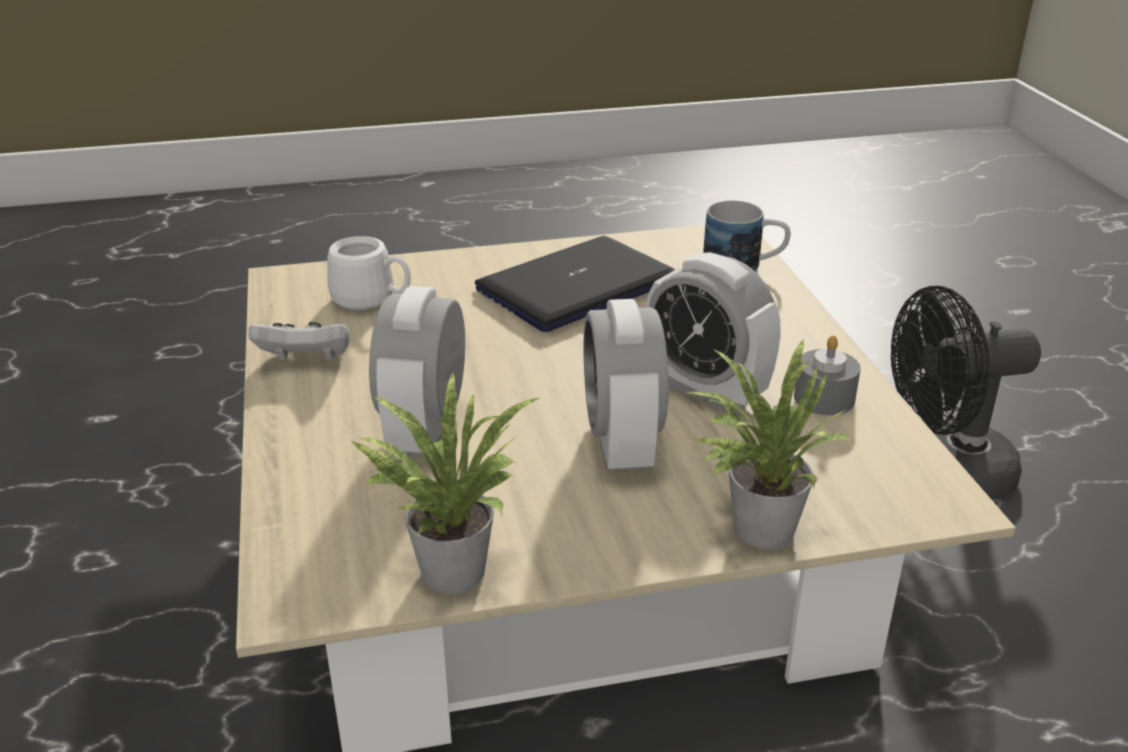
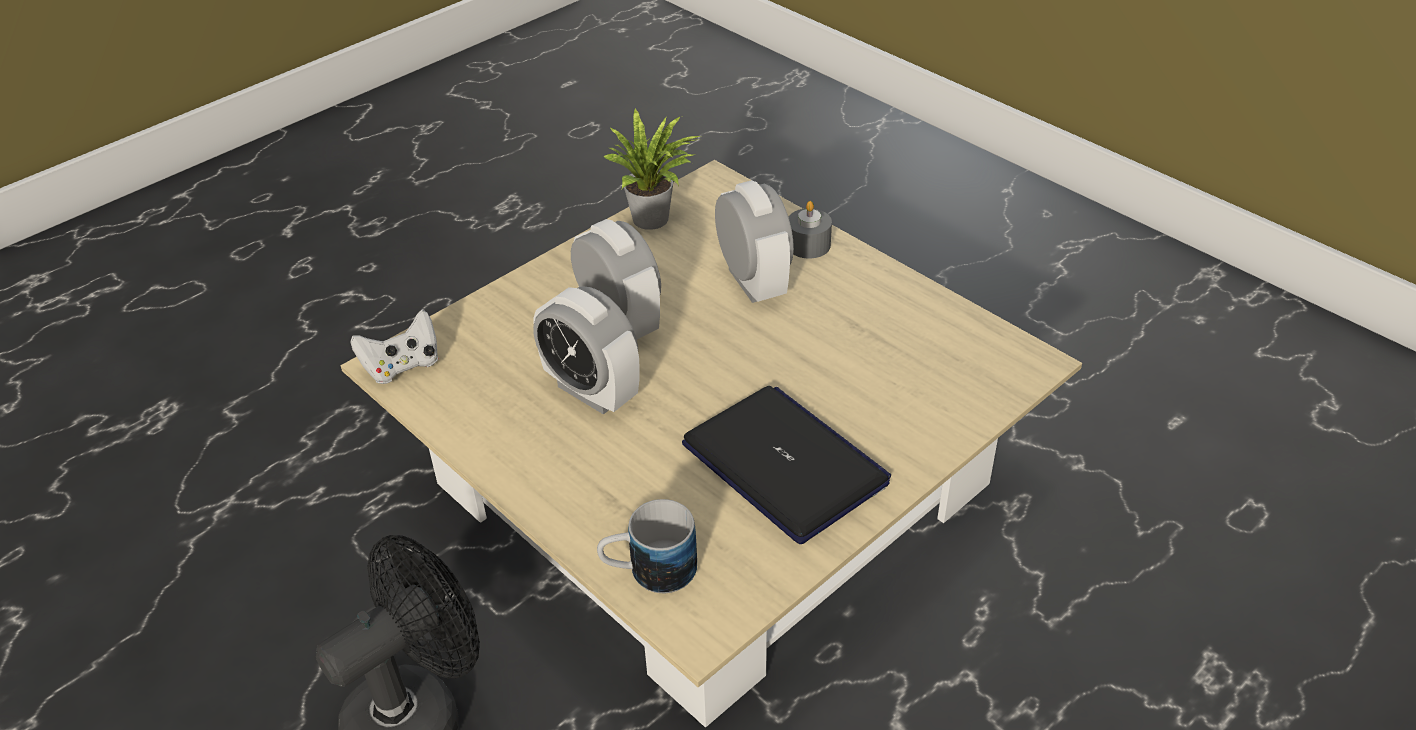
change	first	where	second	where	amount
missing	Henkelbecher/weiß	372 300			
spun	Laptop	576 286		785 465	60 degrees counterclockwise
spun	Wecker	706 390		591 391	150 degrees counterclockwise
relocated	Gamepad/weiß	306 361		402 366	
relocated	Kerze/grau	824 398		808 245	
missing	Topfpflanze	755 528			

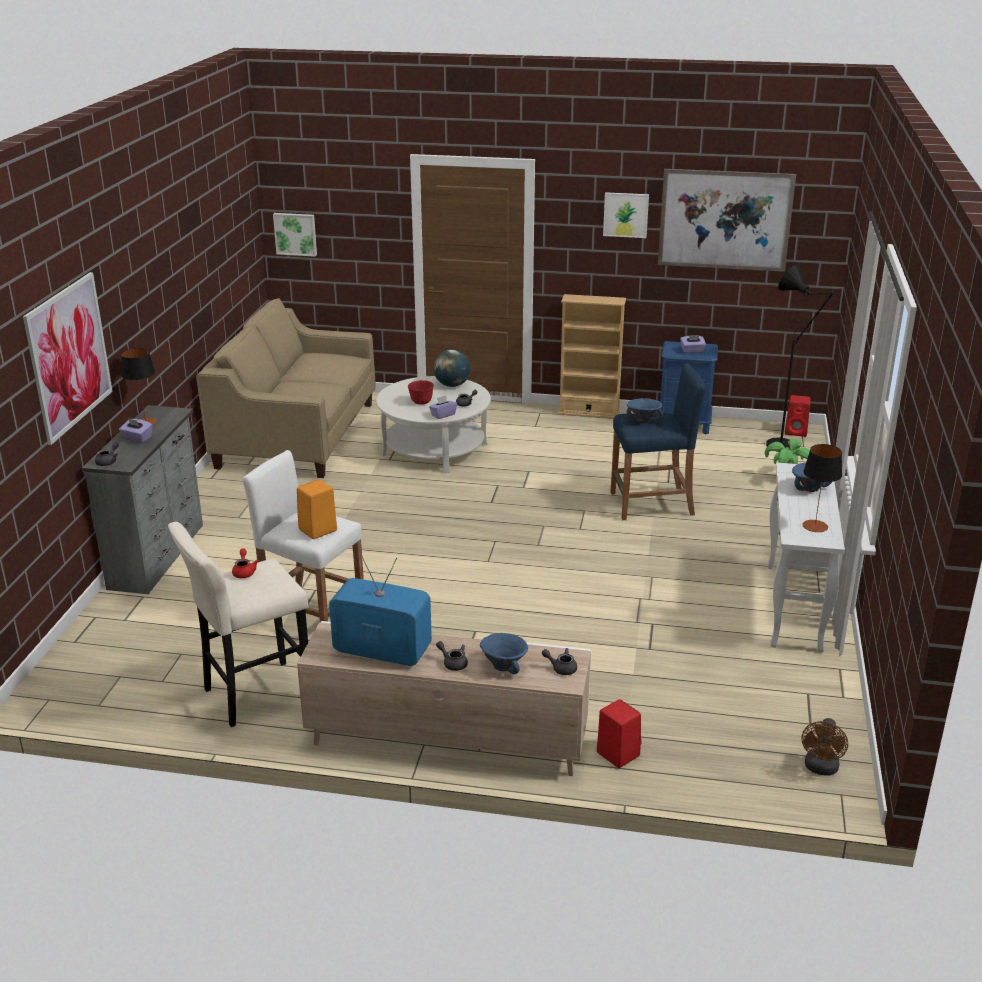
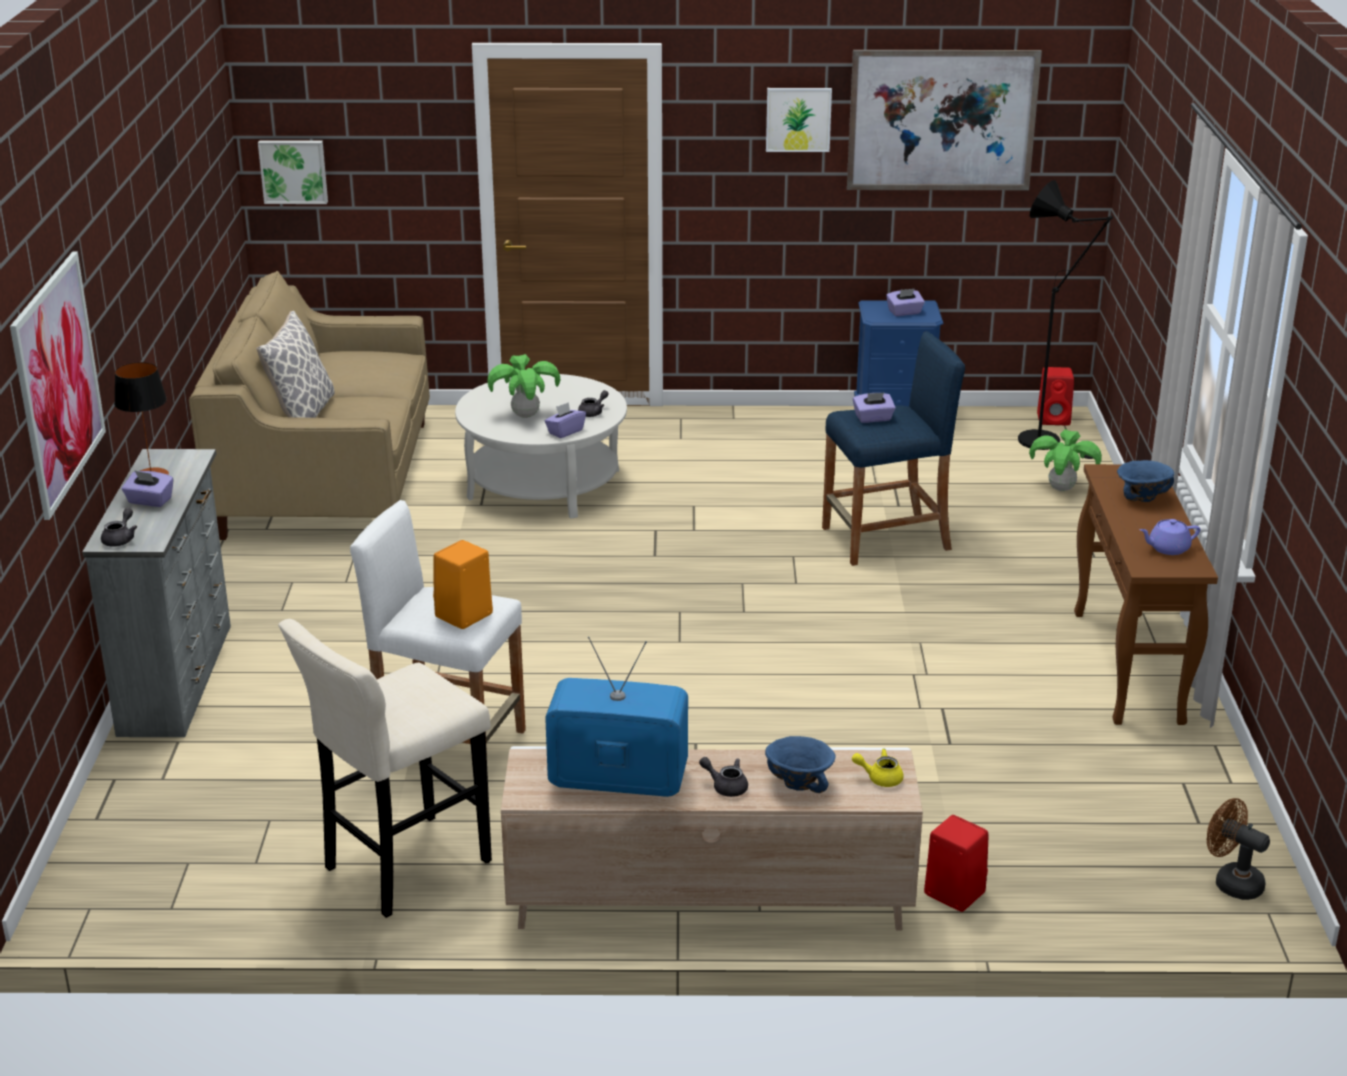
change	first	where	second	where	amount
missing	Bücherregal/beige	589 412			
missing	Globus	452 385			
exchanged	Schüssel/rot	421 402	Topfpflanze	526 415	
exchanged	Schüssel/blau	643 420	Taschentuchbox/lila	873 418	
exchanged	Tischlampe	815 526	Teekanne/lila	1167 548	
colour	Konsolentisch/weiß	794 608	Konsolentisch/braun	1128 668	
missing	Teekanne/rot	244 571			
colour	Teekanne/grau	561 668	Teekanne/gelb	880 778	
spun	Ventilator/braun	820 769		1231 882	120 degrees clockwise
appeared			Kissen	301 414	

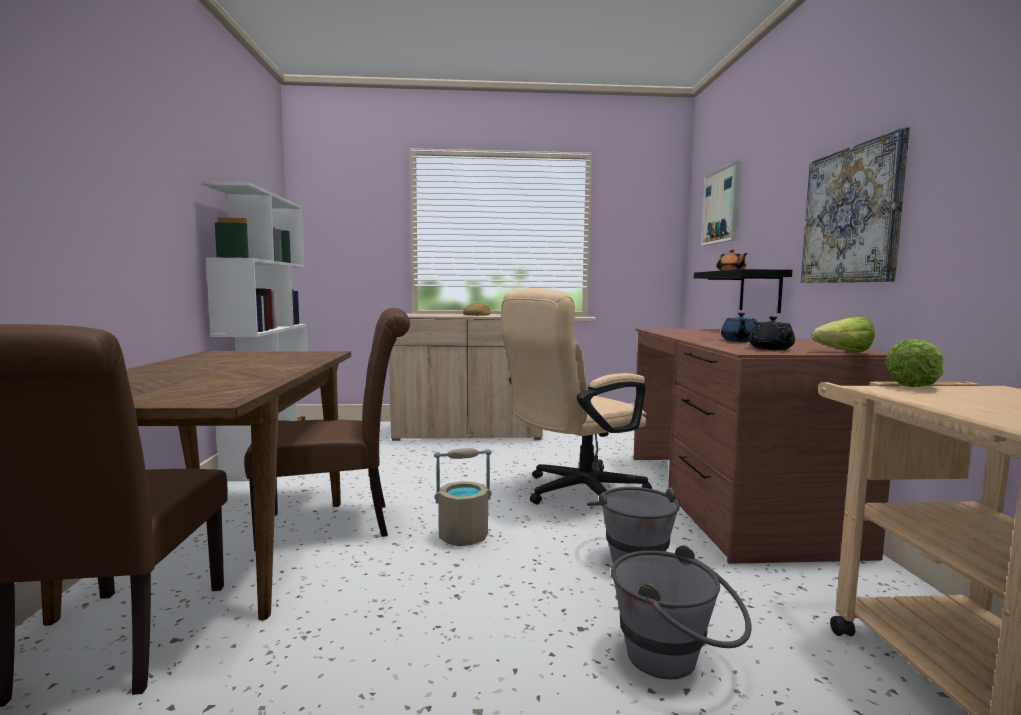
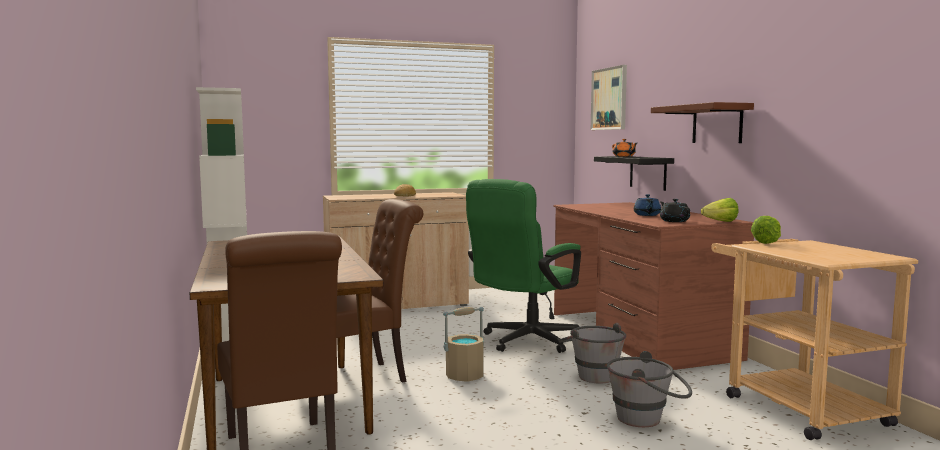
change	first	where	second	where	amount
exchanged	Bild	851 215	Wandregal/braun	717 124	
colour	Bürostuhl/beige	574 493	Bürostuhl/grün	524 341	

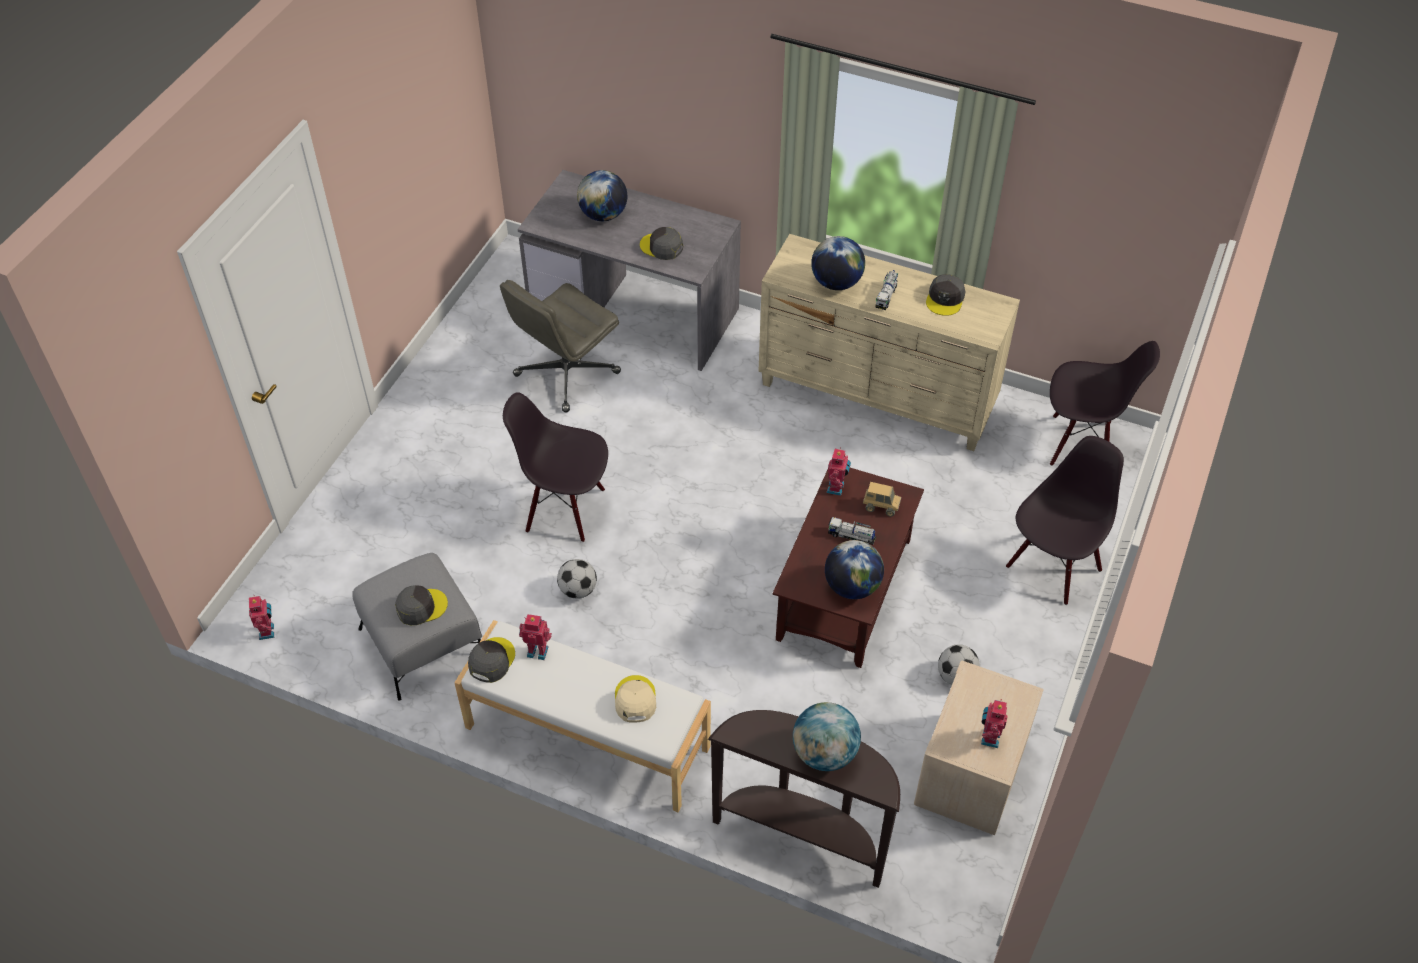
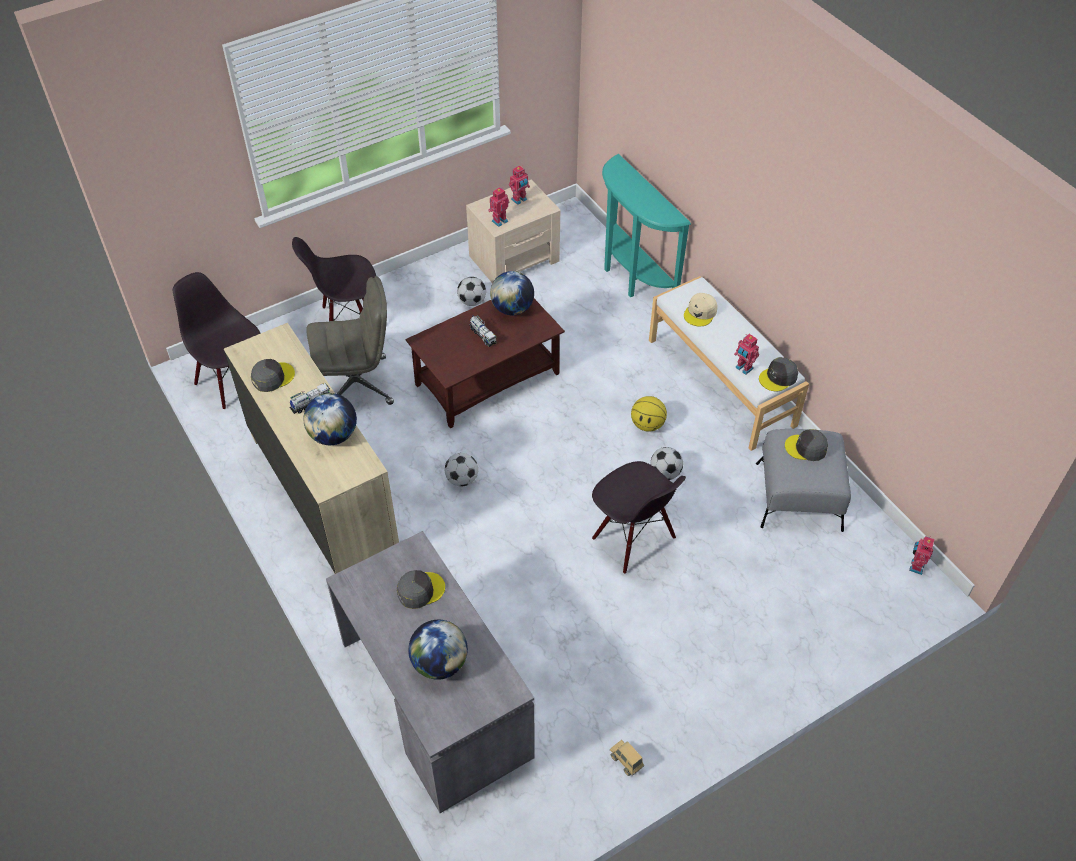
change	first	where	second	where	amount
spun	Kappe/grau	661 247		420 590	90 degrees counterclockwise
relocated	Bürostuhl/grau	566 375		357 385	
relocated	Spielzeugroboter	836 488		499 220	
relocated	Spielzeuglaster	881 507		626 762	
missing	Globus	824 753			
colour	Konsolentisch/braun	802 834	Konsolentisch/türkis	631 278	
appeared			Basketball	647 425	
appeared			Fußball	462 479	

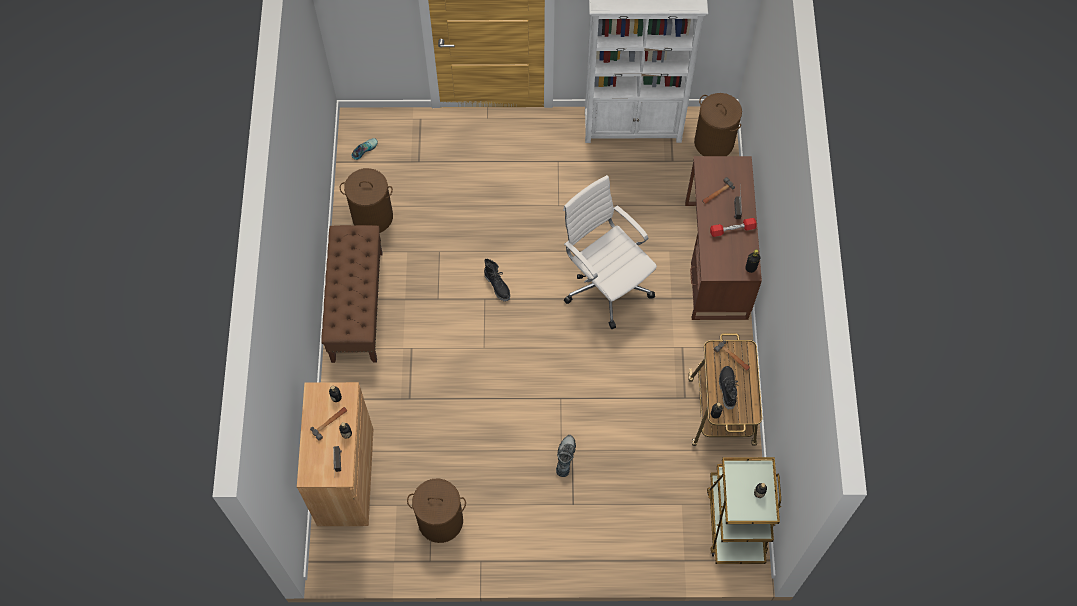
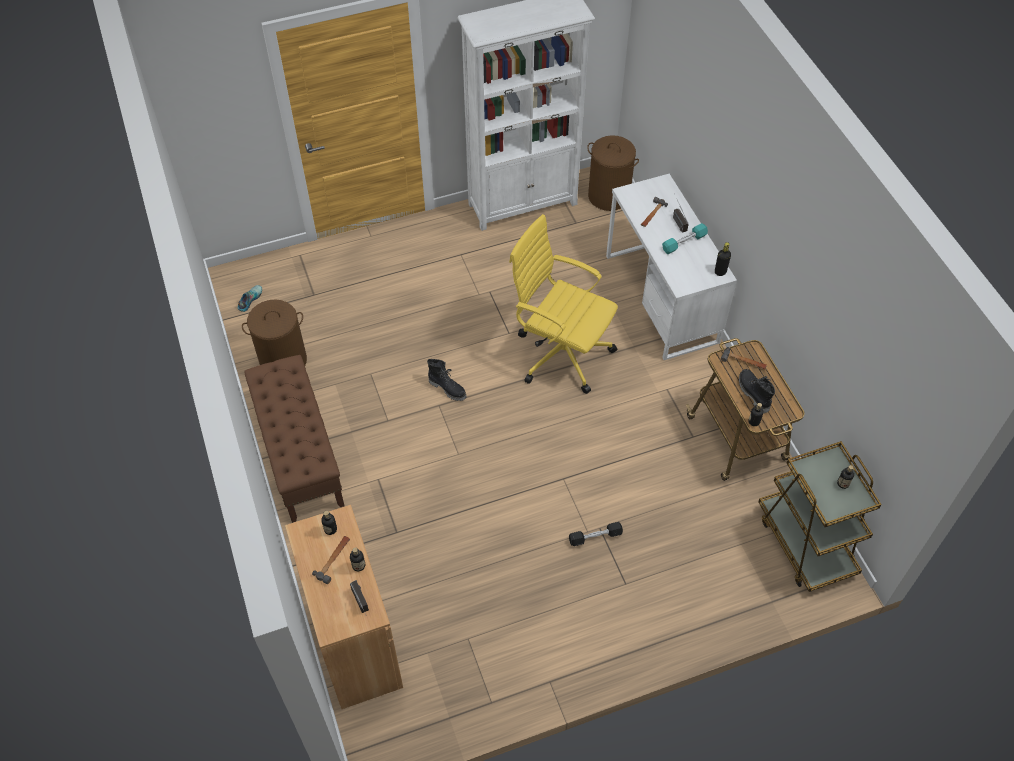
change	first	where	second	where	amount
colour	Schreibtisch/braun	715 260	Schreibtisch/weiß	661 299	
colour	Bürostuhl/weiß	606 283	Bürostuhl/gelb	560 352	
colour	Hantel/rot	732 230	Hantel/türkis	684 243	
exchanged	Stiefel	565 457	Hantel/schwarz	595 537	
missing	Wäschekorb/braun	441 521			

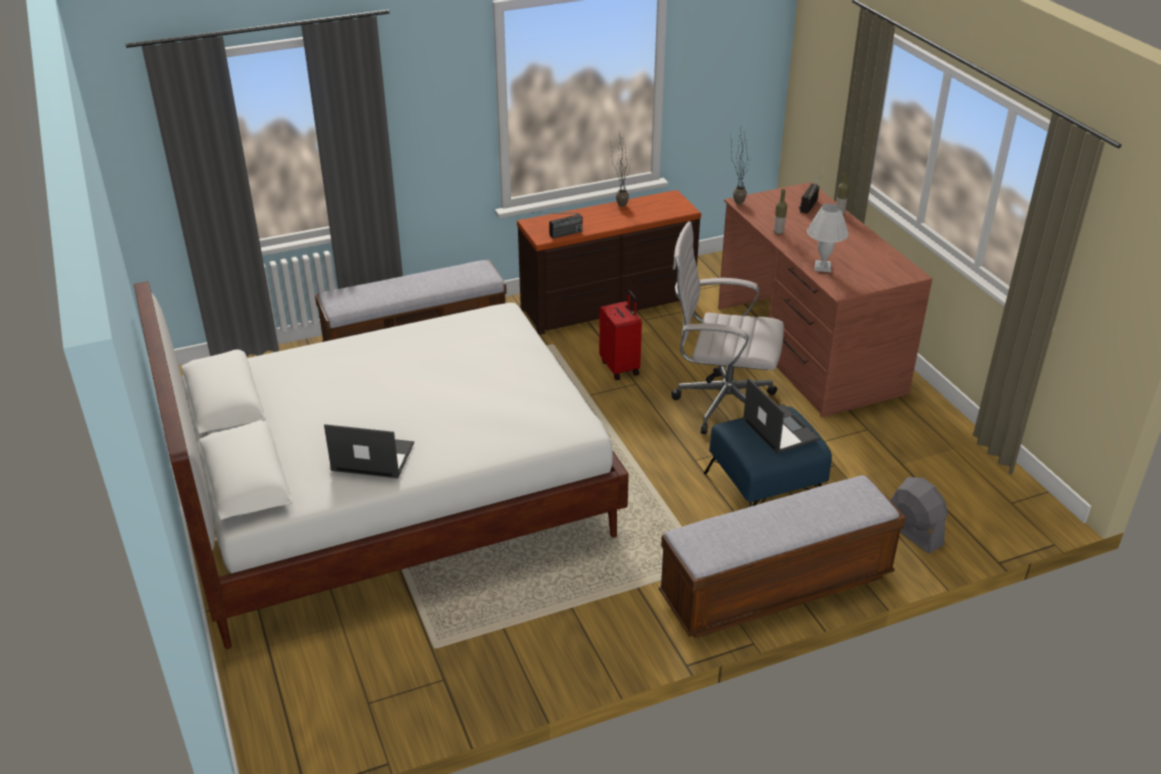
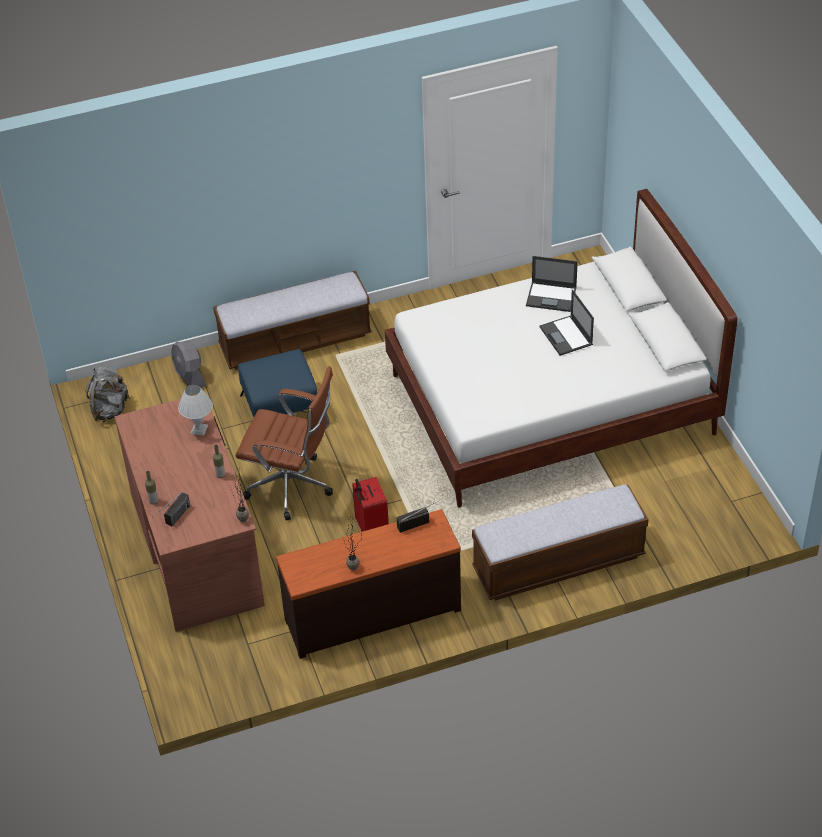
change	first	where	second	where	amount
colour	Bürostuhl/weiß	720 404	Bürostuhl/braun	293 487	
relocated	Laptop	779 429		566 336	
appeared			Rucksack/grau	109 410	

